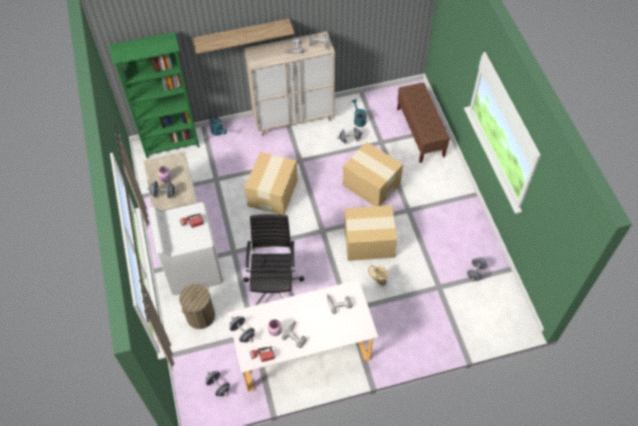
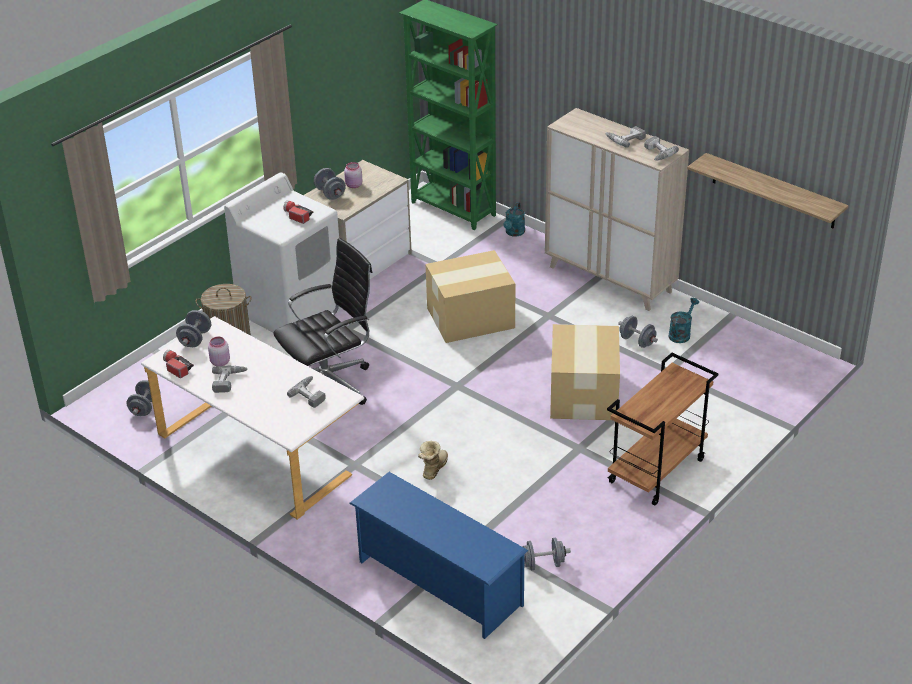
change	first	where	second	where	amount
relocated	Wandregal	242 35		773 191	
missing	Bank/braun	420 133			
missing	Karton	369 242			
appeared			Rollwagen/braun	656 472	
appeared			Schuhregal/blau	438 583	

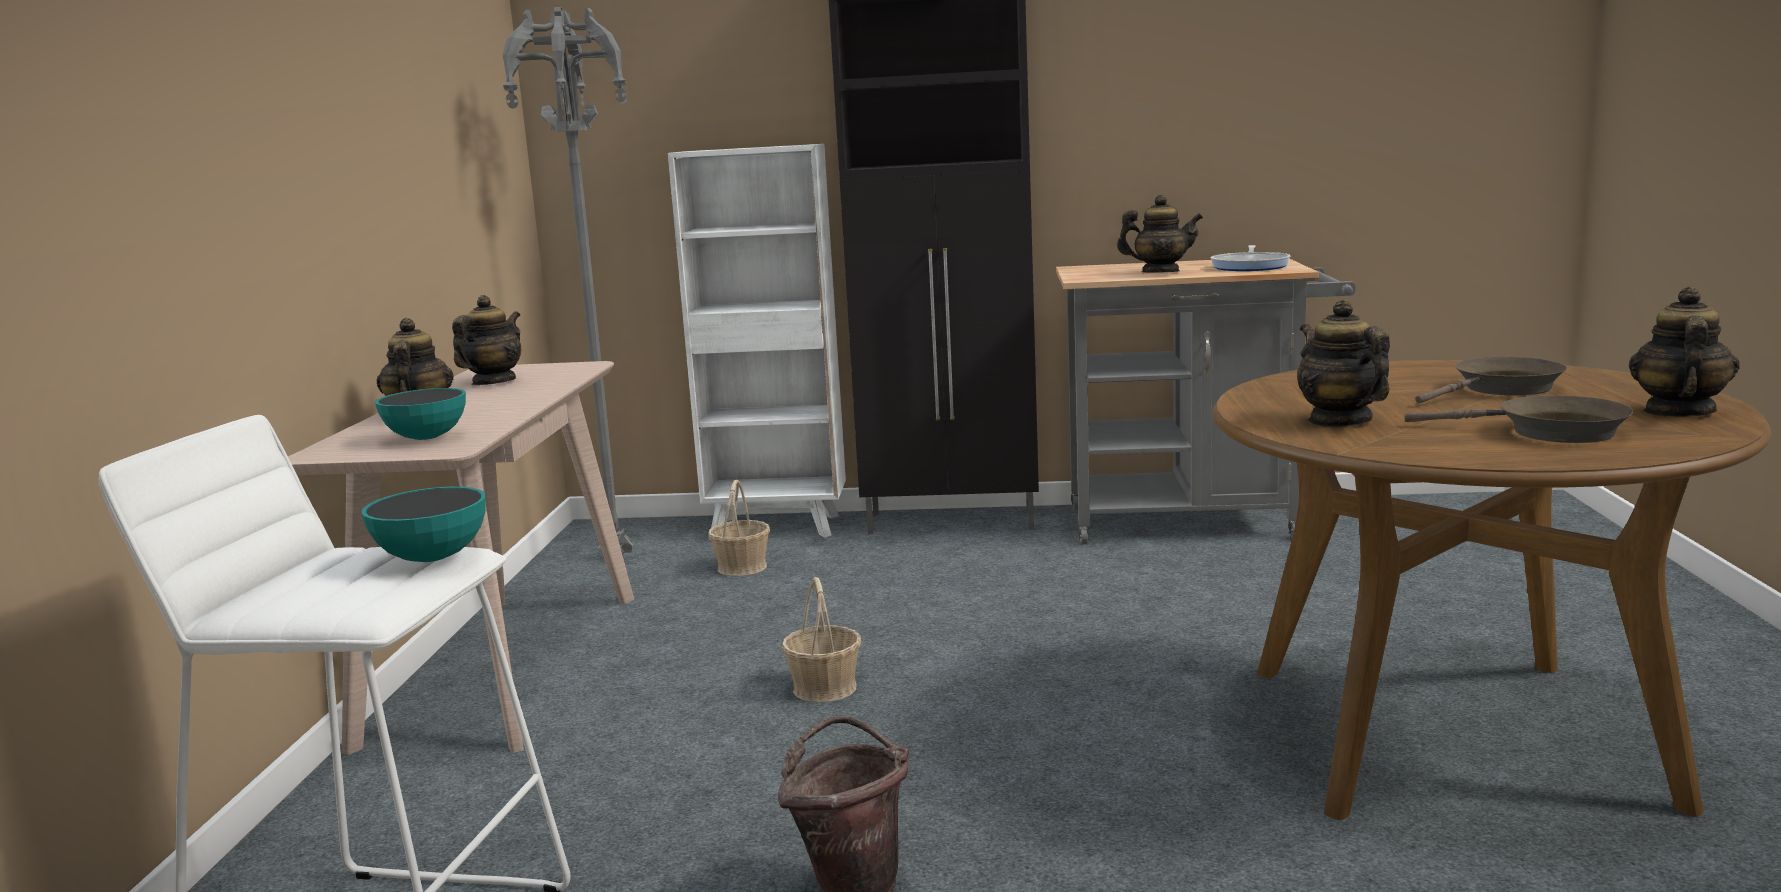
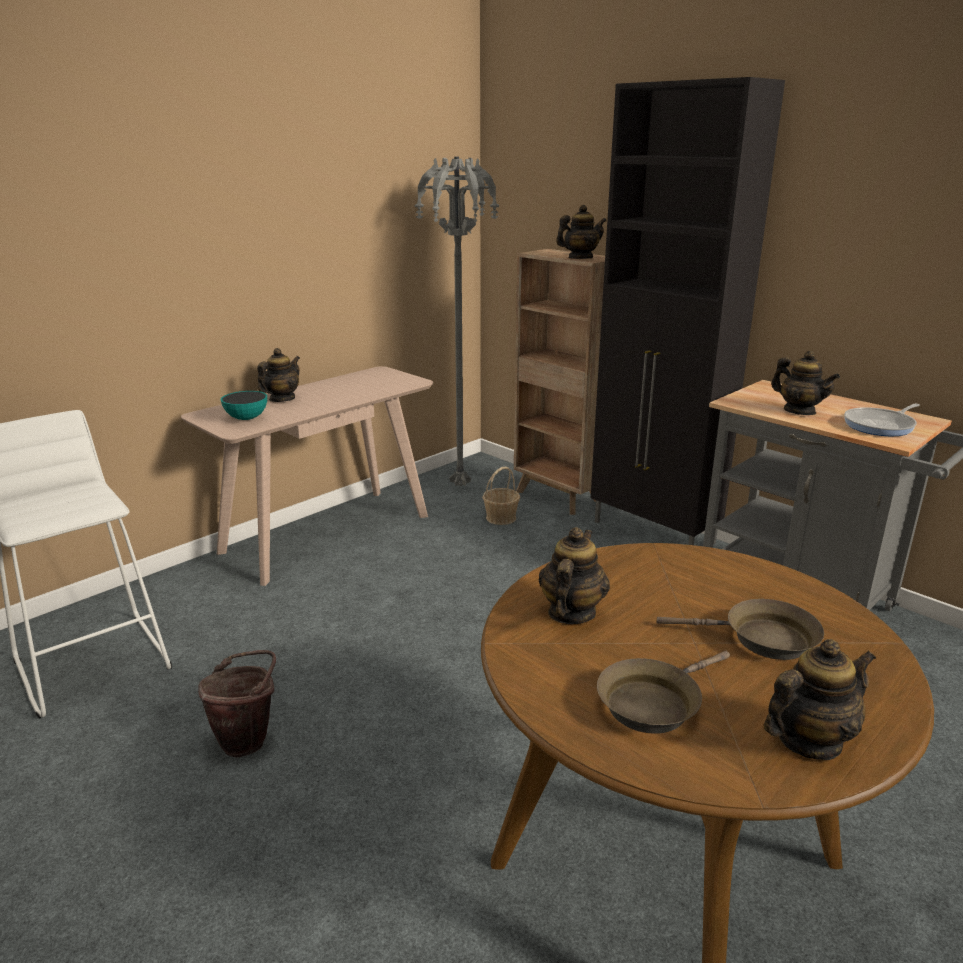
change	first	where	second	where	amount
colour	Bücherregal/weiß	778 527	Bücherregal/braun	559 497	
relocated	Teekanne	493 382		580 258	
spun	Pfanne/braun	1549 432		653 702	75 degrees clockwise
missing	Schüssel	432 559			
missing	Korb	825 688			

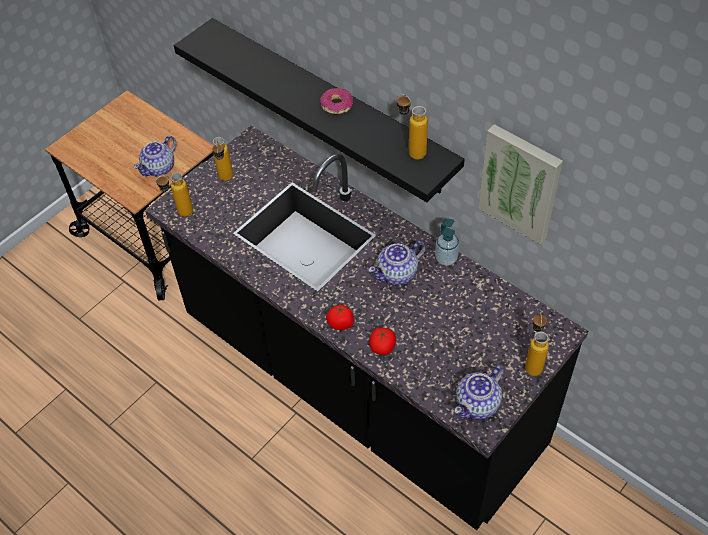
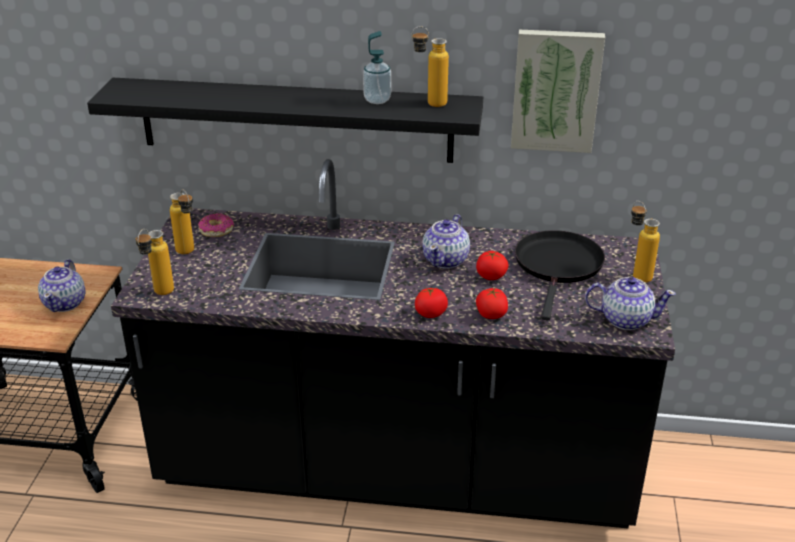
change	first	where	second	where	amount
relocated	Donut	337 105		216 230	
relocated	Seifenspender	446 258		377 100	
spun	Teekanne	478 404		625 319	90 degrees counterclockwise
appeared			Pfanne/schwarz	558 266	
appeared			Tomate	491 276	

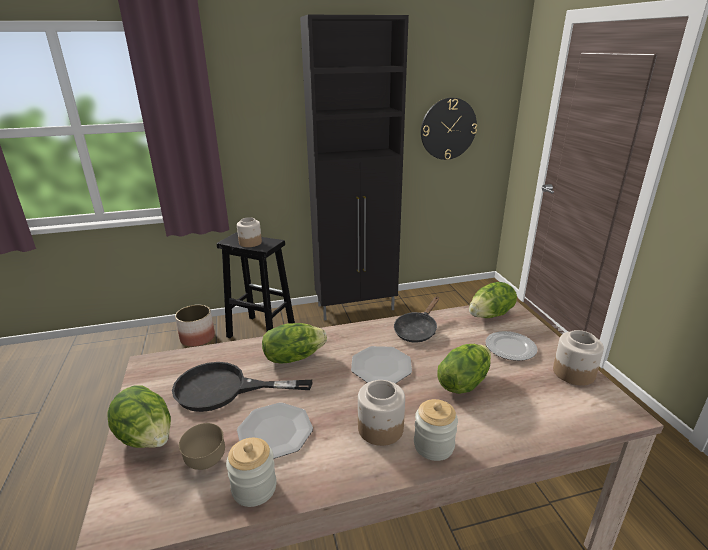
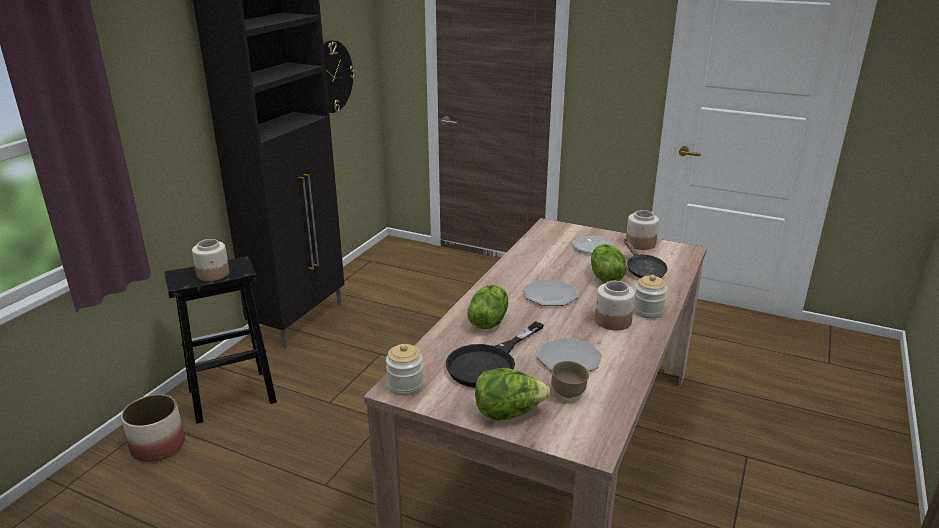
change	first	where	second	where	amount
missing	Salatkopf	491 315			
relocated	Pfanne/schwarz	417 330		643 270	
relocated	Vorratsglas	254 488		405 385	

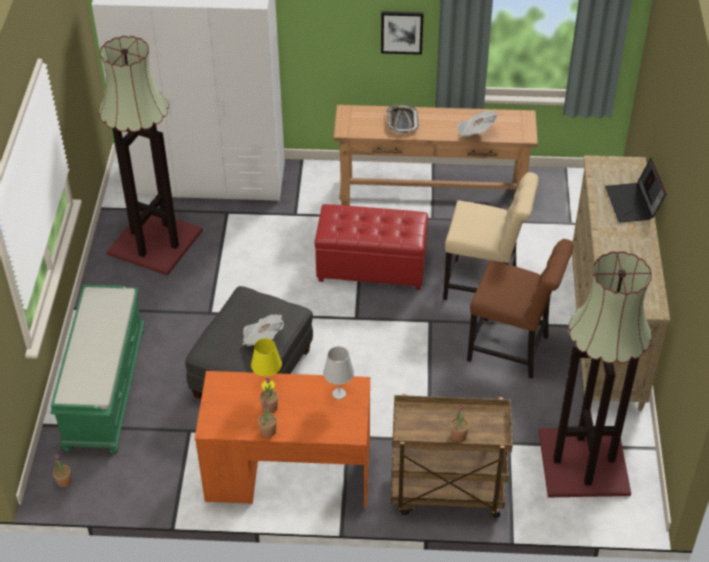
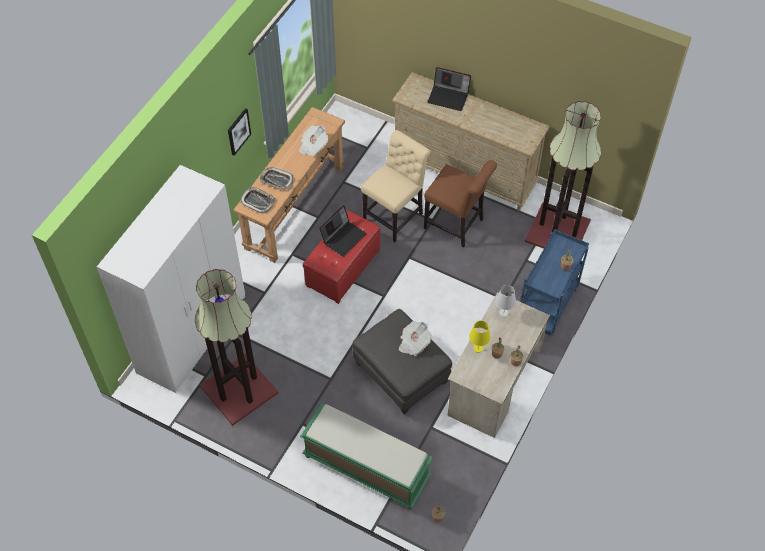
change	first	where	second	where	amount
spun	Stuhl/braun	512 350		456 225	75 degrees clockwise
colour	Schreibtisch/orange	288 474	Schreibtisch/beige	494 383	
colour	Rollwagen/braun	446 493	Rollwagen/blau	547 307	
appeared			Tablett	258 201	
appeared			Laptop	343 237	

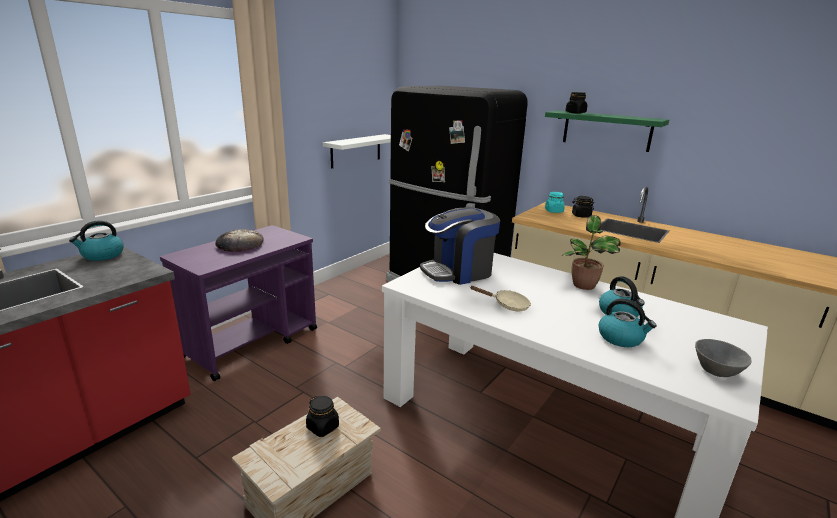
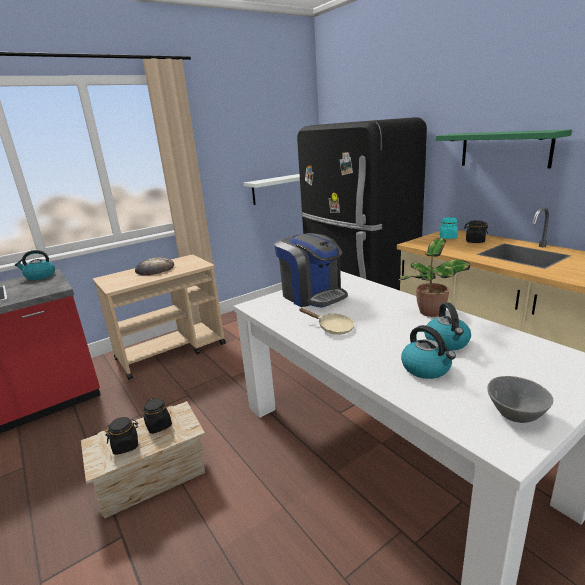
change	first	where	second	where	amount
relocated	Vorratsglas/schwarz	575 113		126 445	
spun	Kaffeemaschine	458 271		312 295	120 degrees counterclockwise
colour	Rollwagen/lila	252 342	Rollwagen/beige	172 351	

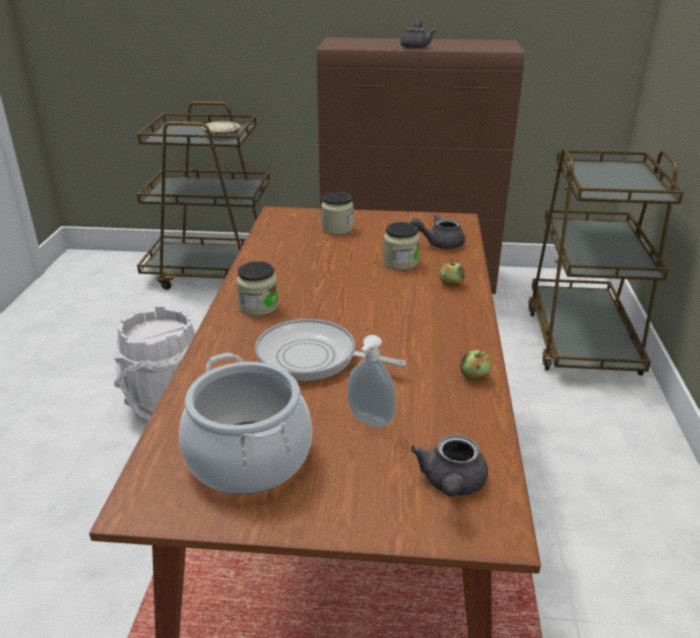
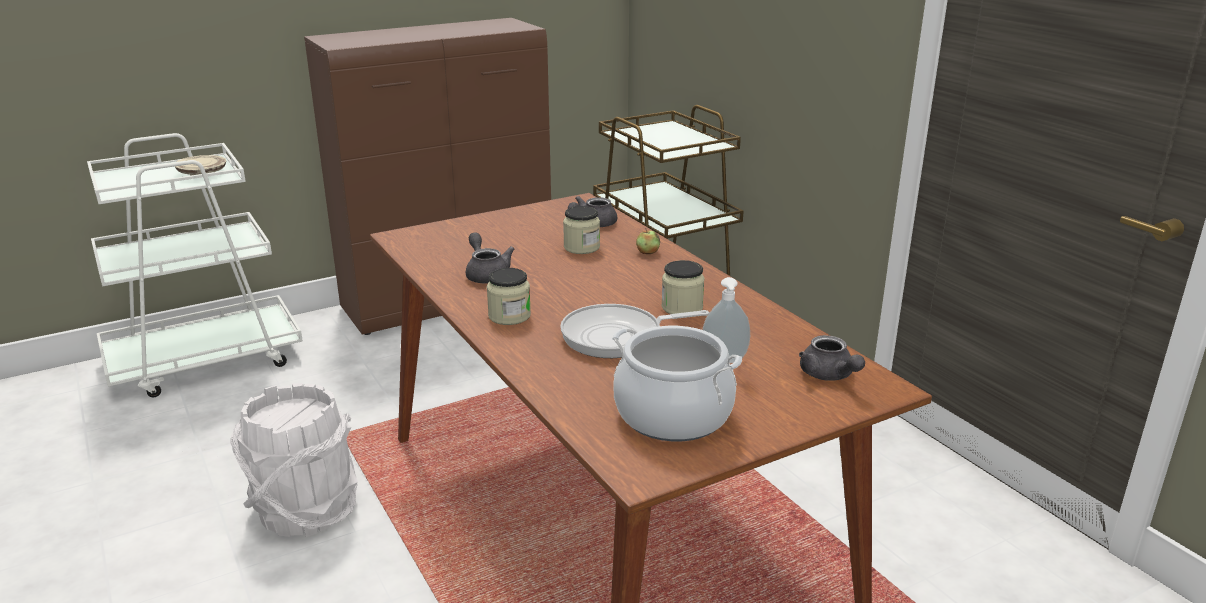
change	first	where	second	where	amount
relocated	Teekanne/grau	415 46		486 274	
colour	Rollwagen/braun	216 273	Rollwagen/weiß	206 360	
relocated	Vorratsglas	337 228		682 307	
missing	Apfel	474 377			

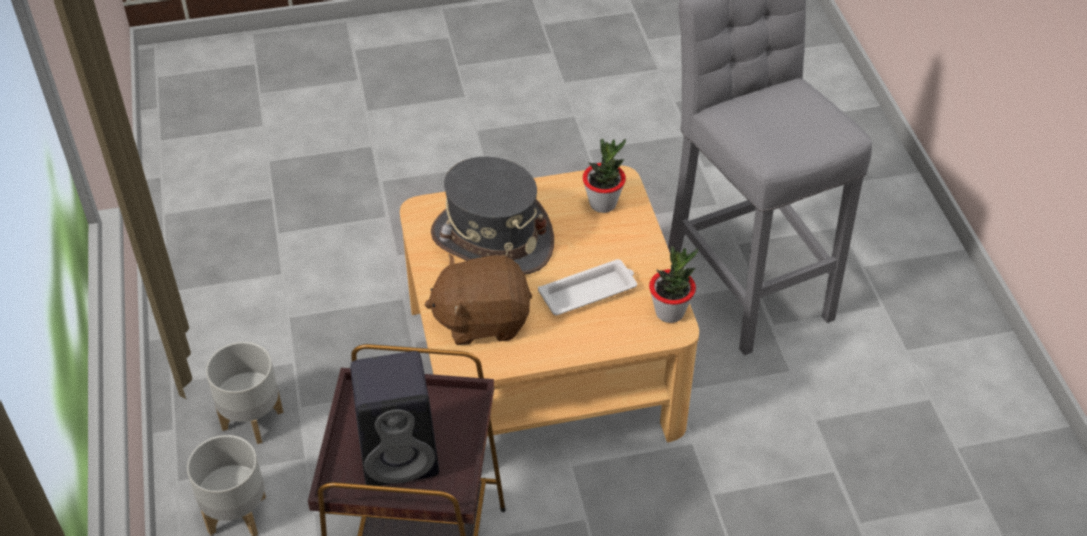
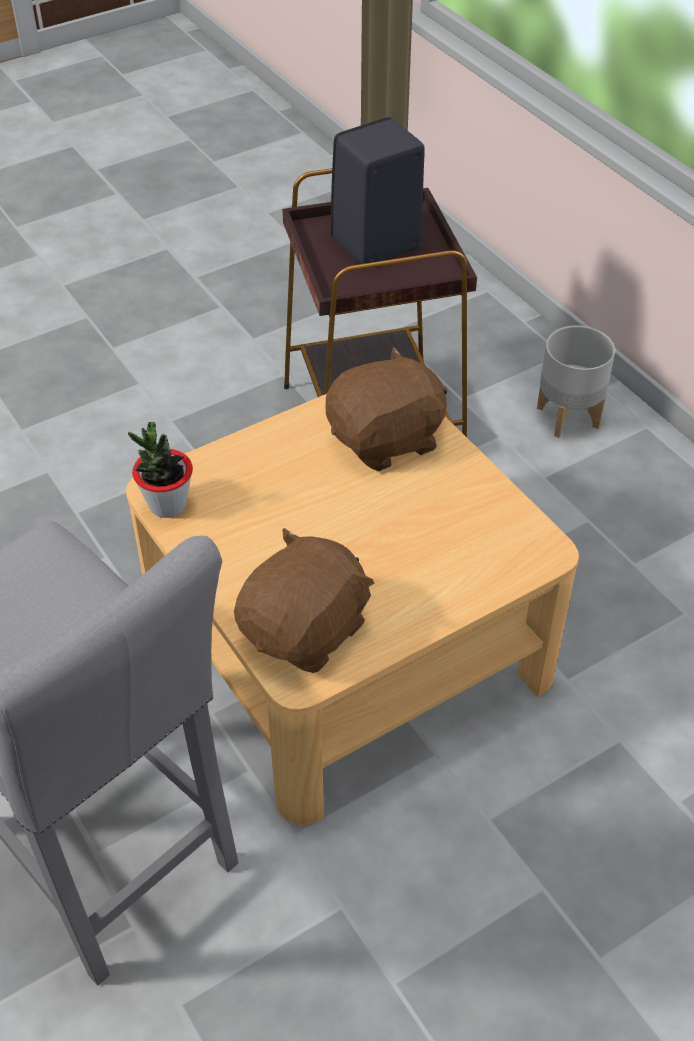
change	first	where	second	where	amount
exchanged	Topfpflanze	603 203	Plüschtier/braun	306 631	
missing	Hut/grau	492 240			
missing	Tablett/weiß	589 292			
missing	Pflanzkübel/grau	251 419			

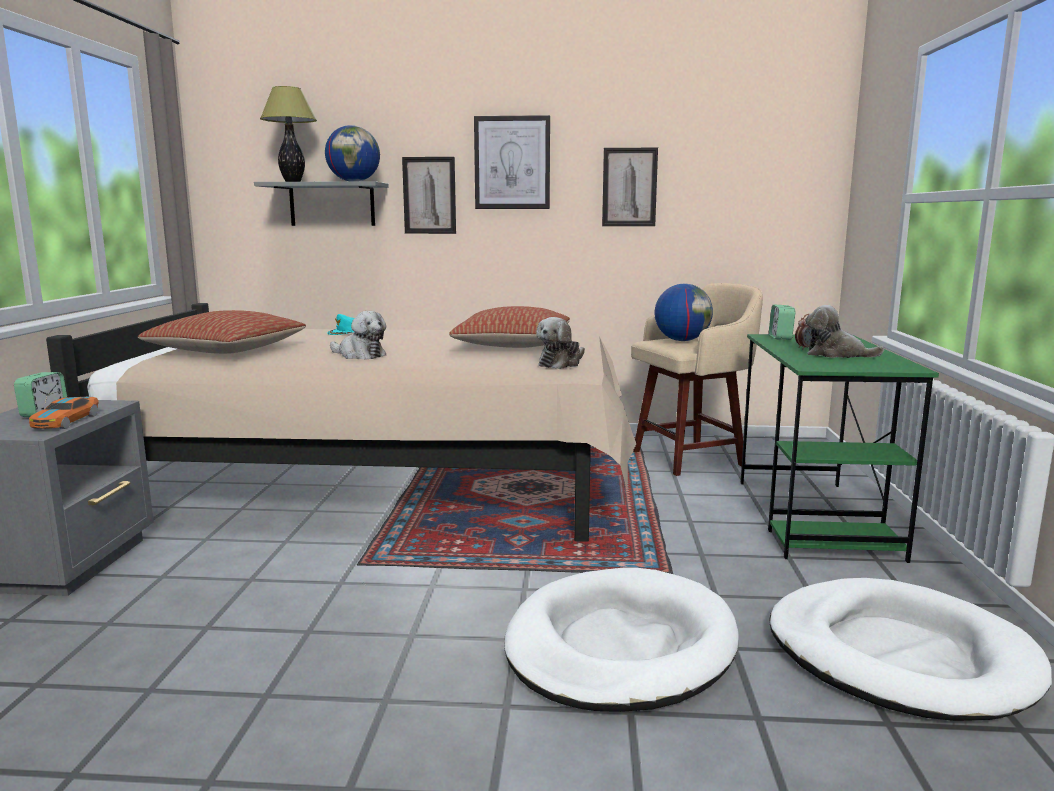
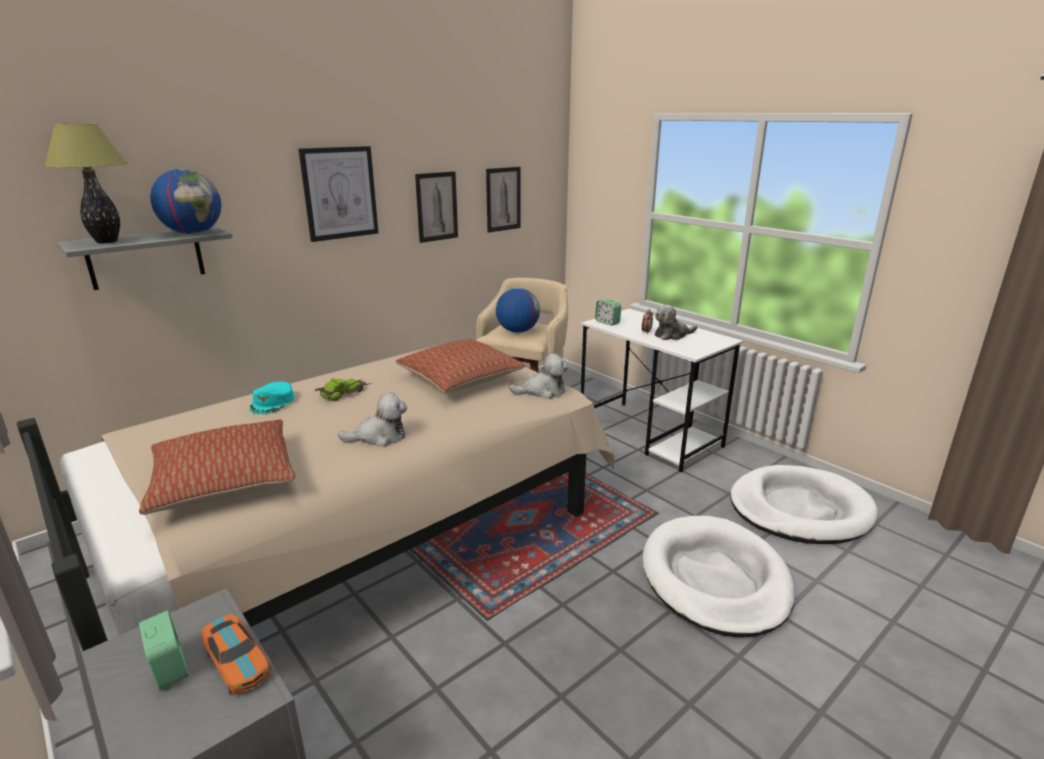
change	first	where	second	where	amount
relocated	Bild	429 195		503 199	
spun	Plüschtier	561 363		542 391	90 degrees counterclockwise
colour	Schreibtisch/grün	815 518	Schreibtisch/weiß	650 435	
appeared			Spielzeugauto	344 393	

